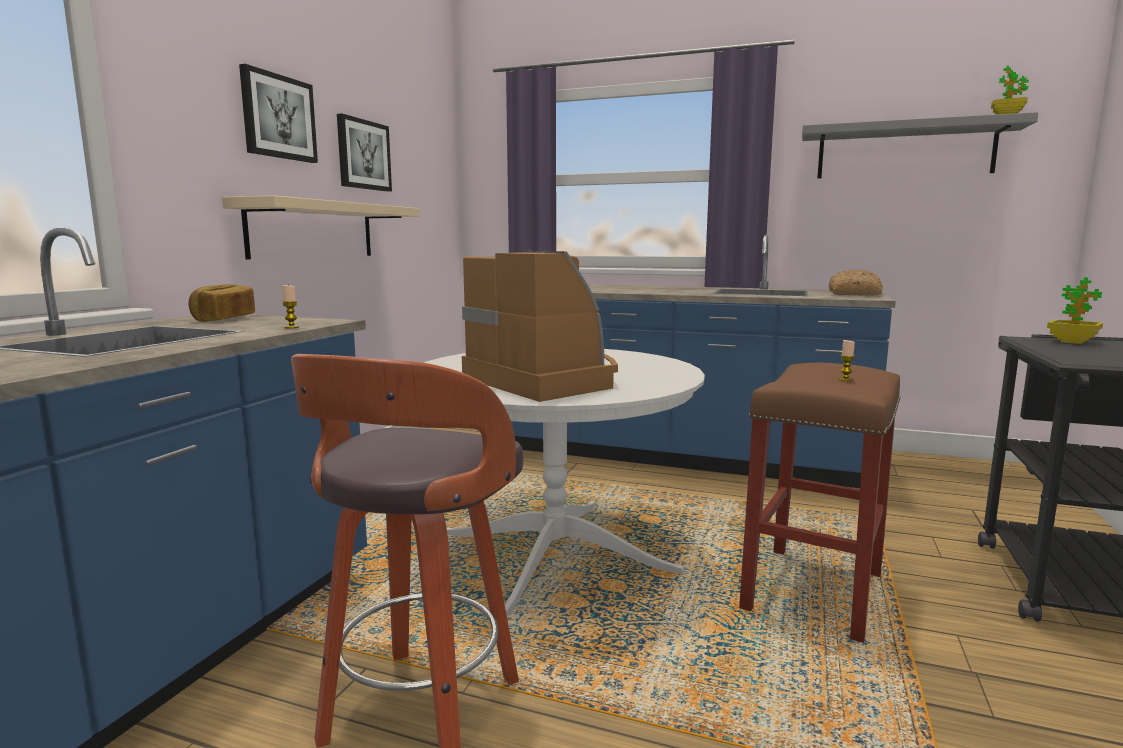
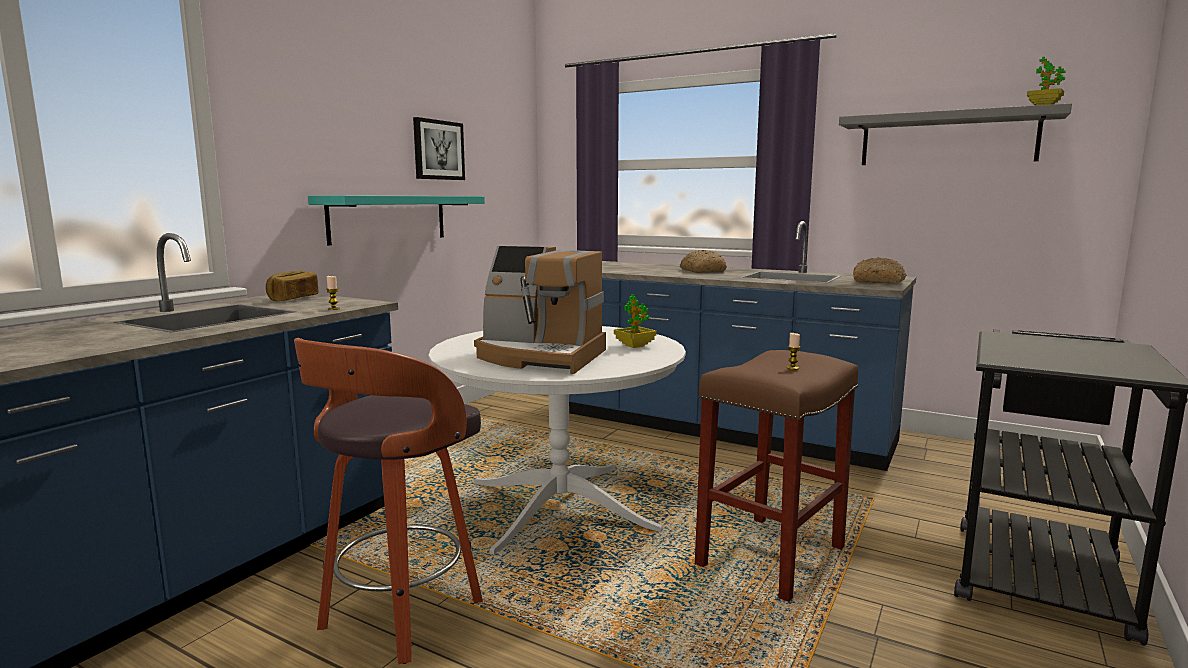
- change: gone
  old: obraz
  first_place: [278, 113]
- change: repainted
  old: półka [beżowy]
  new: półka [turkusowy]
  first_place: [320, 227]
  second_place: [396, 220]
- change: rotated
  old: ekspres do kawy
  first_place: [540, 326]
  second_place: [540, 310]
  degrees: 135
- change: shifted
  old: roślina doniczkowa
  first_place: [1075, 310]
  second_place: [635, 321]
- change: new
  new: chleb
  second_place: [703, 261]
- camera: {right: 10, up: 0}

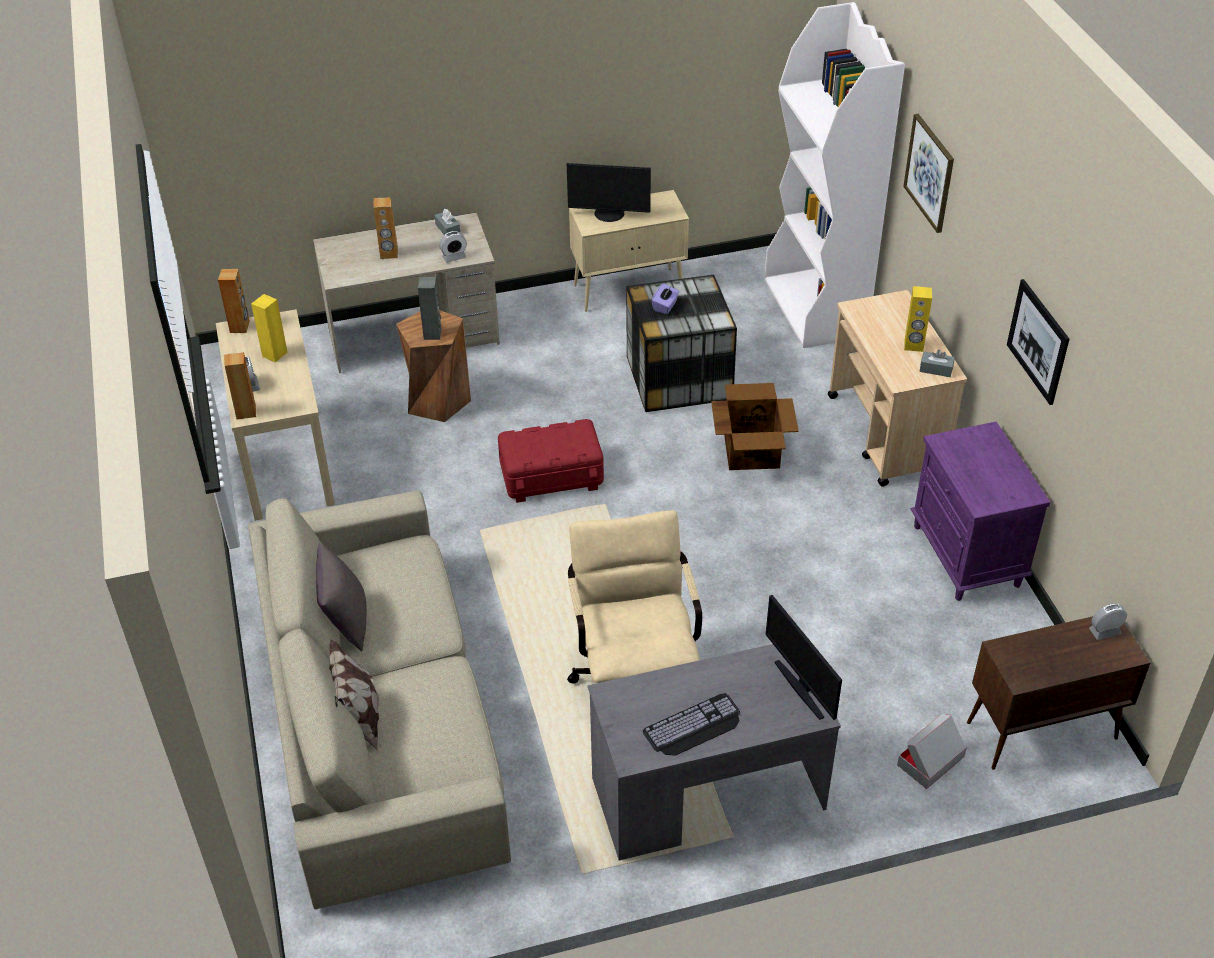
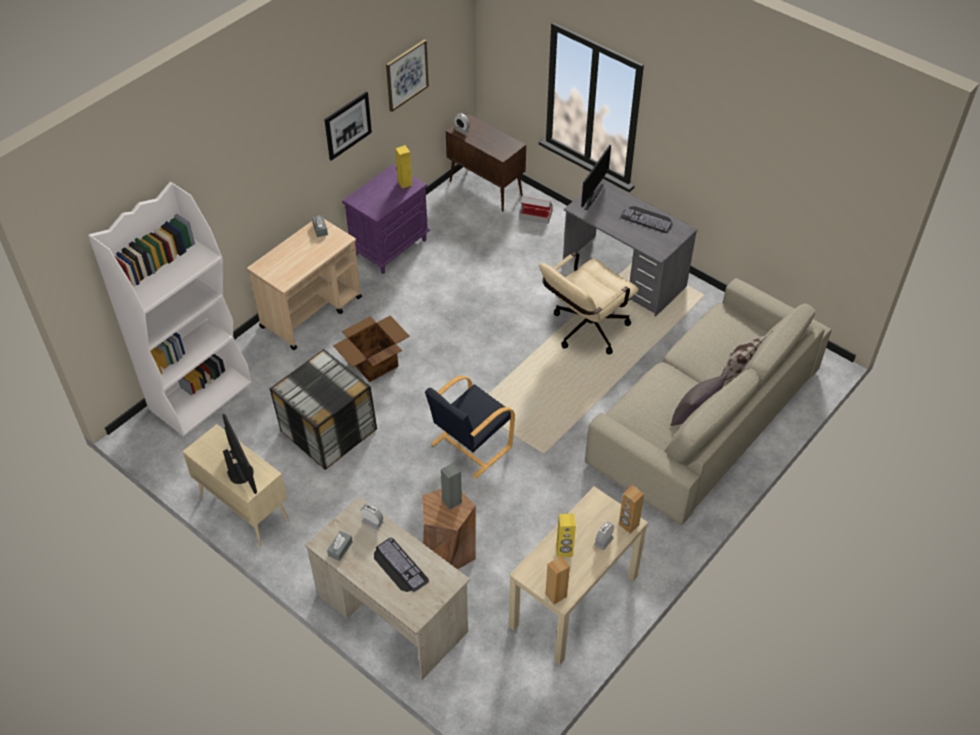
- change: shifted
  old: obraz
  first_place: [928, 173]
  second_place: [407, 75]
- change: swapped
  old: głośnik [brązowy]
  new: klawiatura
  first_place: [385, 228]
  second_place: [401, 565]
- change: gone
  old: pudełko chusteczek [fioletowy]
  first_place: [666, 298]
- change: shifted
  old: głośnik [żółty]
  first_place: [918, 319]
  second_place: [403, 167]
- change: swapped
  old: pojemnik do przechowywania [czerwony]
  new: fotel [czarny]
  first_place: [551, 461]
  second_place: [470, 427]
- camera: {right: -125, up: 5}

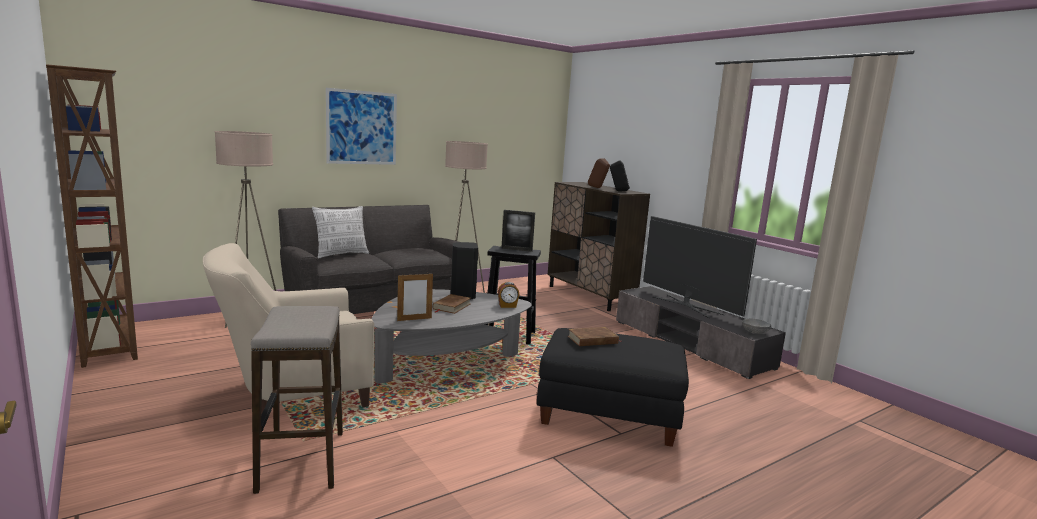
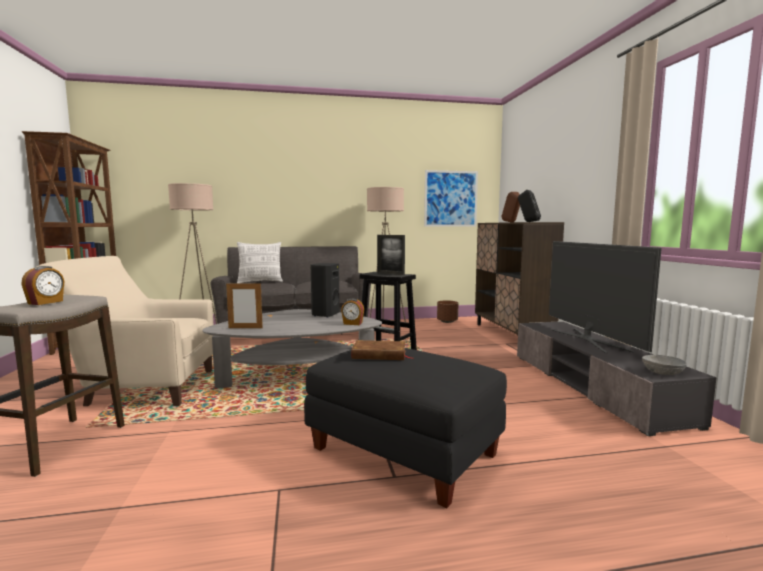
- change: shifted
  old: obraz
  first_place: [361, 126]
  second_place: [451, 198]
- change: gone
  old: książka [brązowy]
  first_place: [452, 304]
- change: new
  new: budzik
  second_place: [43, 285]
- change: new
  new: donica [brązowy]
  second_place: [448, 311]
- camera: {right: 25, up: -5}

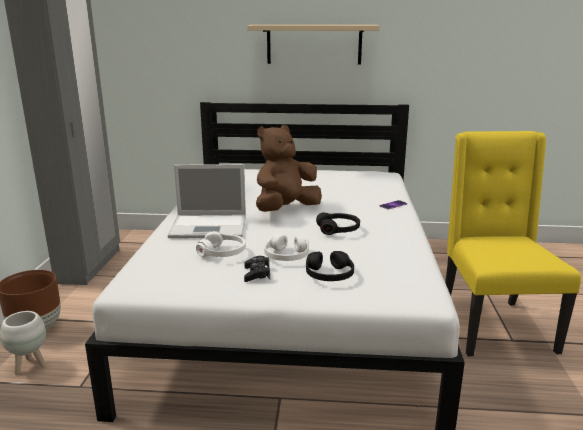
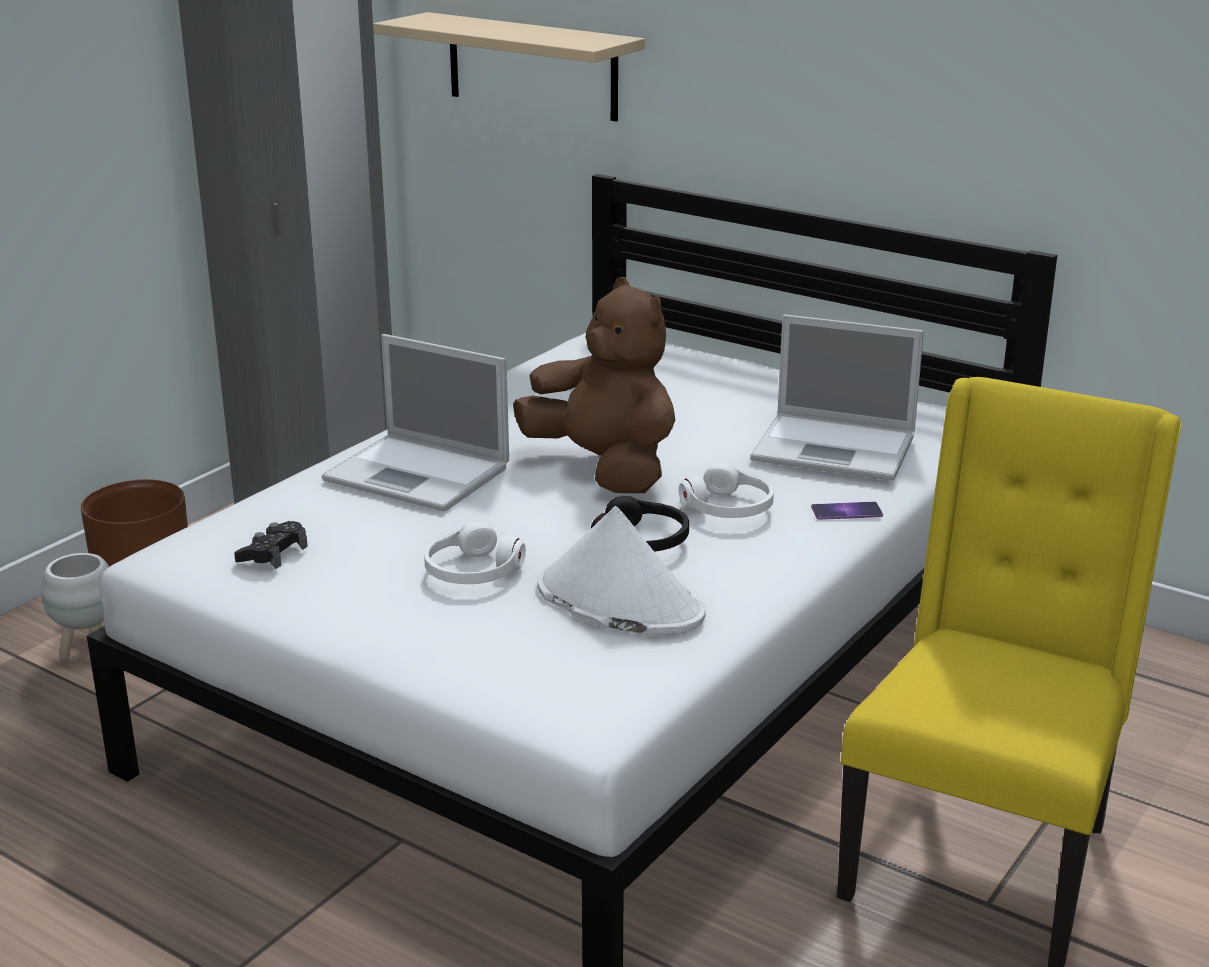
- change: shifted
  old: półka [beżowy]
  first_place: [313, 44]
  second_place: [509, 67]
- change: rotated
  old: pluszak [brązowy]
  first_place: [289, 168]
  second_place: [594, 385]
  degrees: 60
- change: shifted
  old: słuchawki [biały]
  first_place: [221, 244]
  second_place: [726, 490]
- change: gone
  old: słuchawki [czarny]
  first_place: [330, 266]
- change: shifted
  old: pad do gier [czarny]
  first_place: [257, 269]
  second_place: [271, 545]
- change: new
  new: laptop
  second_place: [837, 397]
- change: new
  new: kapelusz [biały]
  second_place: [621, 570]
- camera: {right: 30, up: 5}

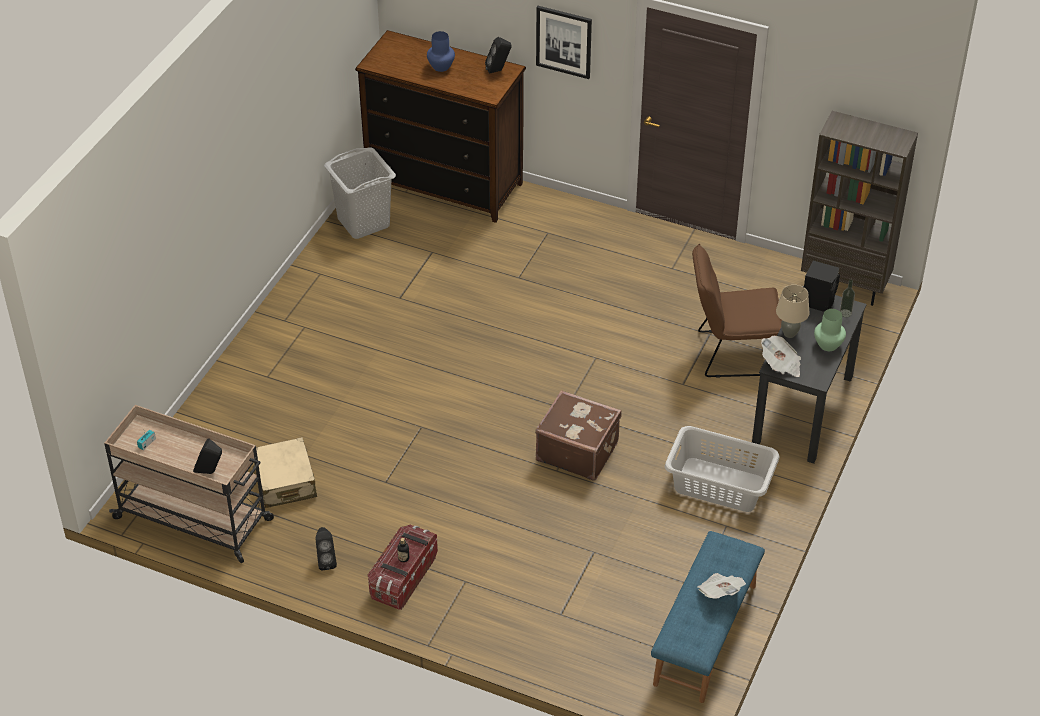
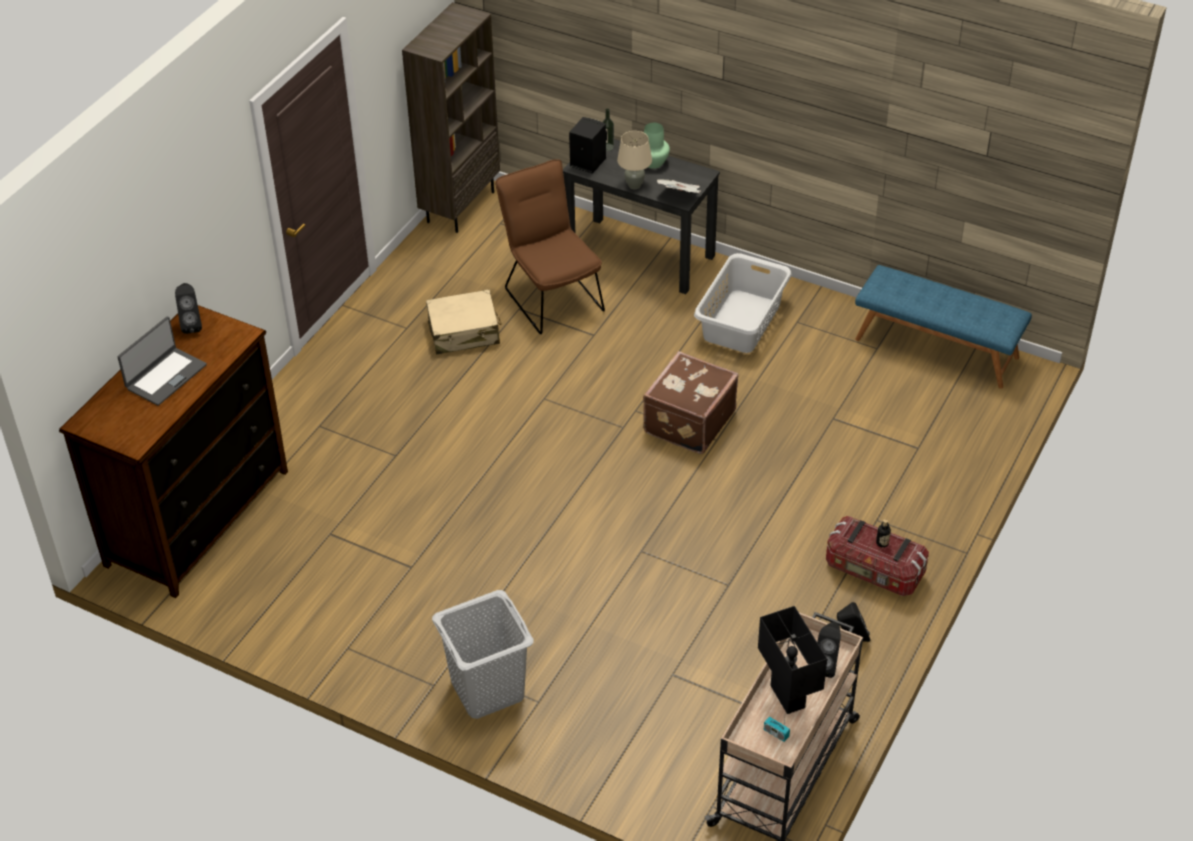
- change: gone
  old: obraz
  first_place: [564, 42]
- change: swapped
  old: wazon [niebieski]
  new: laptop
  first_place: [441, 51]
  second_place: [162, 361]
- change: shifted
  old: kosz na pranie [szary]
  first_place: [360, 193]
  second_place: [482, 654]
- change: rotated
  old: krzesło [brązowy]
  first_place: [737, 311]
  second_place: [550, 246]
  degrees: 150
- change: shifted
  old: walizka [beżowy]
  first_place: [285, 472]
  second_place: [464, 321]
- change: gone
  old: gazeta
  first_place: [721, 586]
- change: new
  new: lampa stołowa [czarny]
  second_place: [792, 660]
- camera: {right: -85, up: 0}

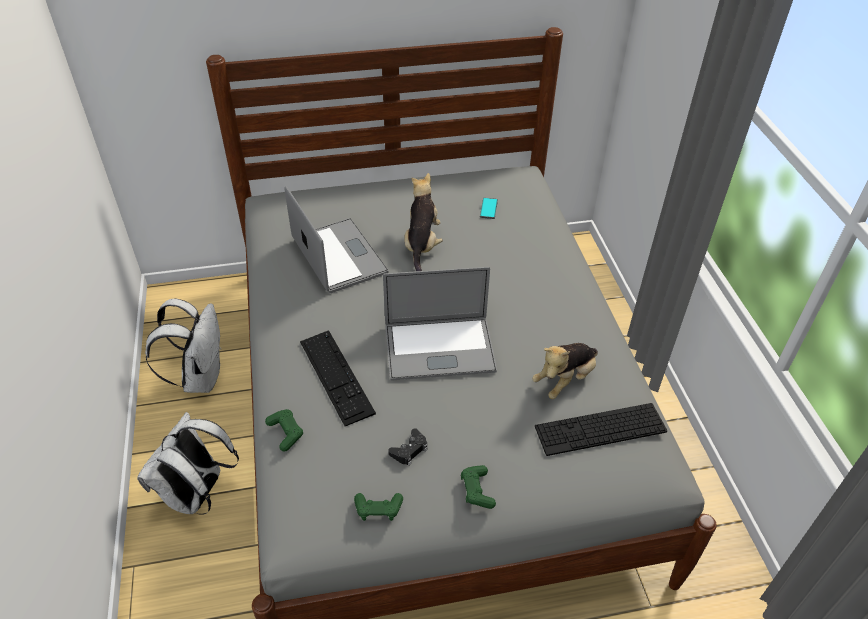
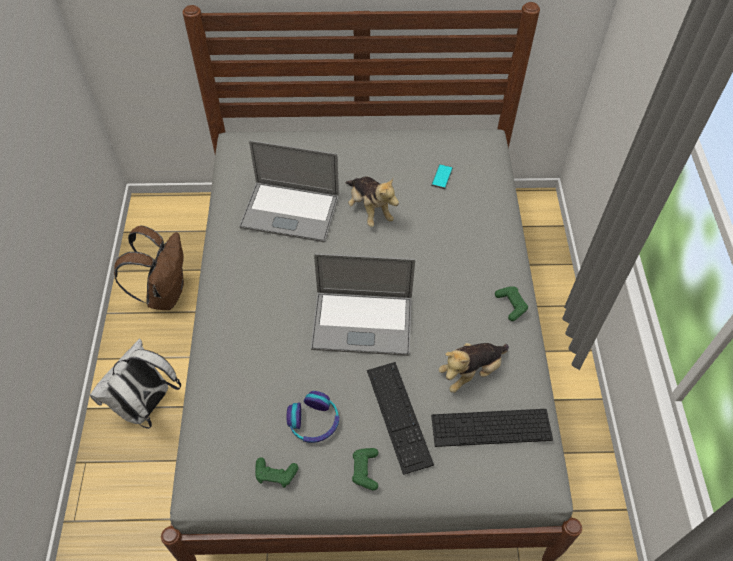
- change: rotated
  old: pluszak
  first_place: [423, 222]
  second_place: [372, 202]
  degrees: 135
- change: rotated
  old: laptop
  first_place: [336, 239]
  second_place: [289, 191]
  degrees: 120
- change: repainted
  old: plecak [biały]
  new: plecak [brązowy]
  first_place: [183, 345]
  second_place: [149, 267]
- change: shifted
  old: klawiatura
  first_place: [338, 378]
  second_place: [400, 418]
- change: shifted
  old: pad do gier [zielony]
  first_place: [284, 430]
  second_place: [511, 303]
- change: swapped
  old: pad do gier [czarny]
  new: słuchawki
  first_place: [408, 447]
  second_place: [313, 417]
- camera: {right: 10, up: 10}

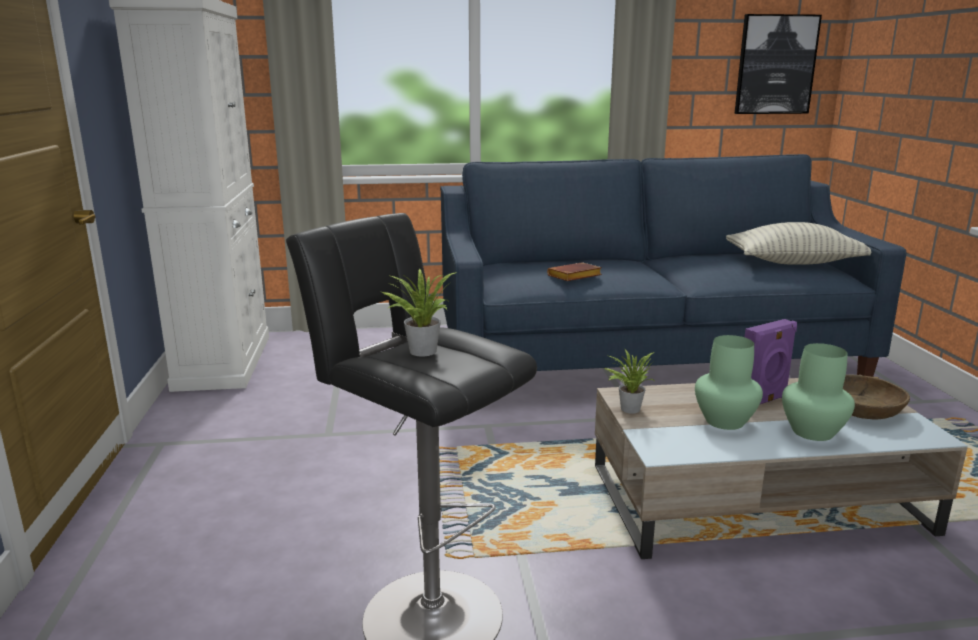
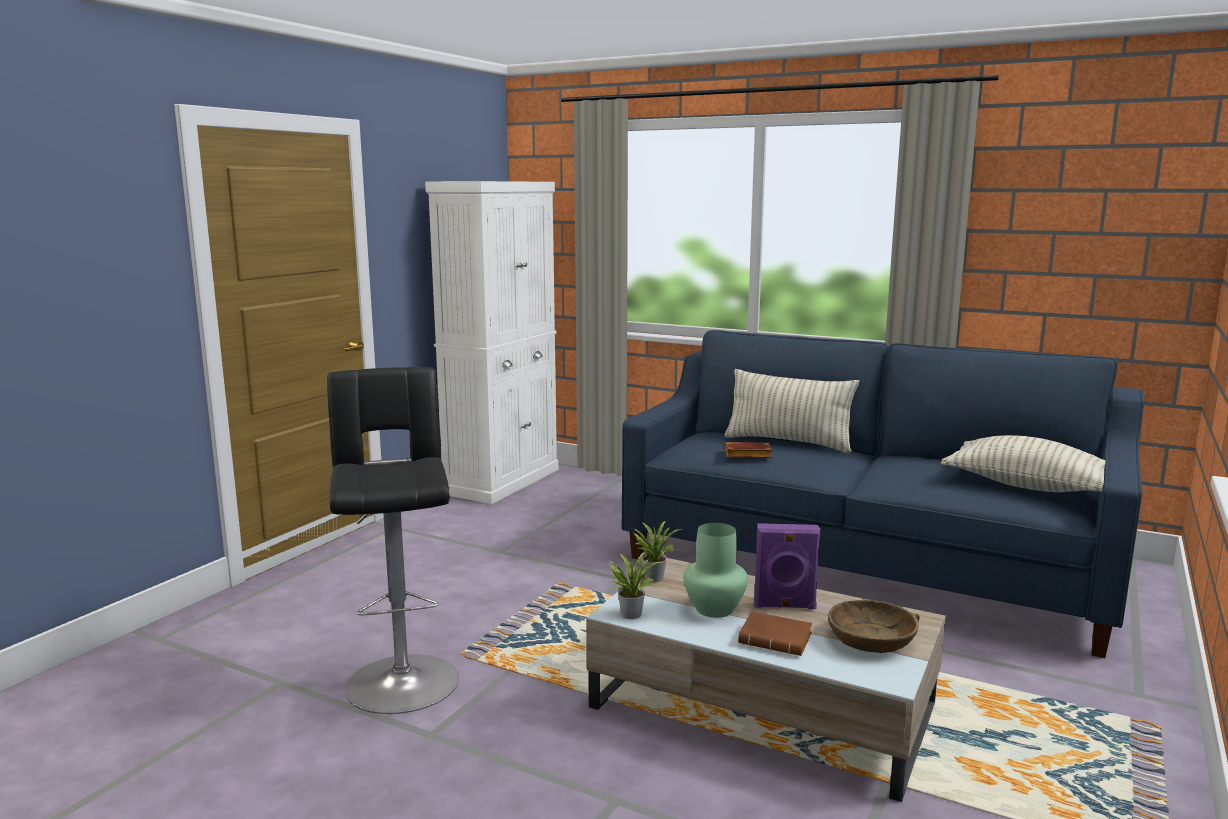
- change: gone
  old: obraz
  first_place: [778, 64]
- change: shifted
  old: roślina doniczkowa
  first_place: [419, 313]
  second_place: [635, 585]
- change: swapped
  old: wazon [zielony]
  new: książka [brązowy]
  first_place: [818, 392]
  second_place: [775, 633]
- change: new
  new: poduszka
  second_place: [792, 411]
- camera: {right: 35, up: -5}

